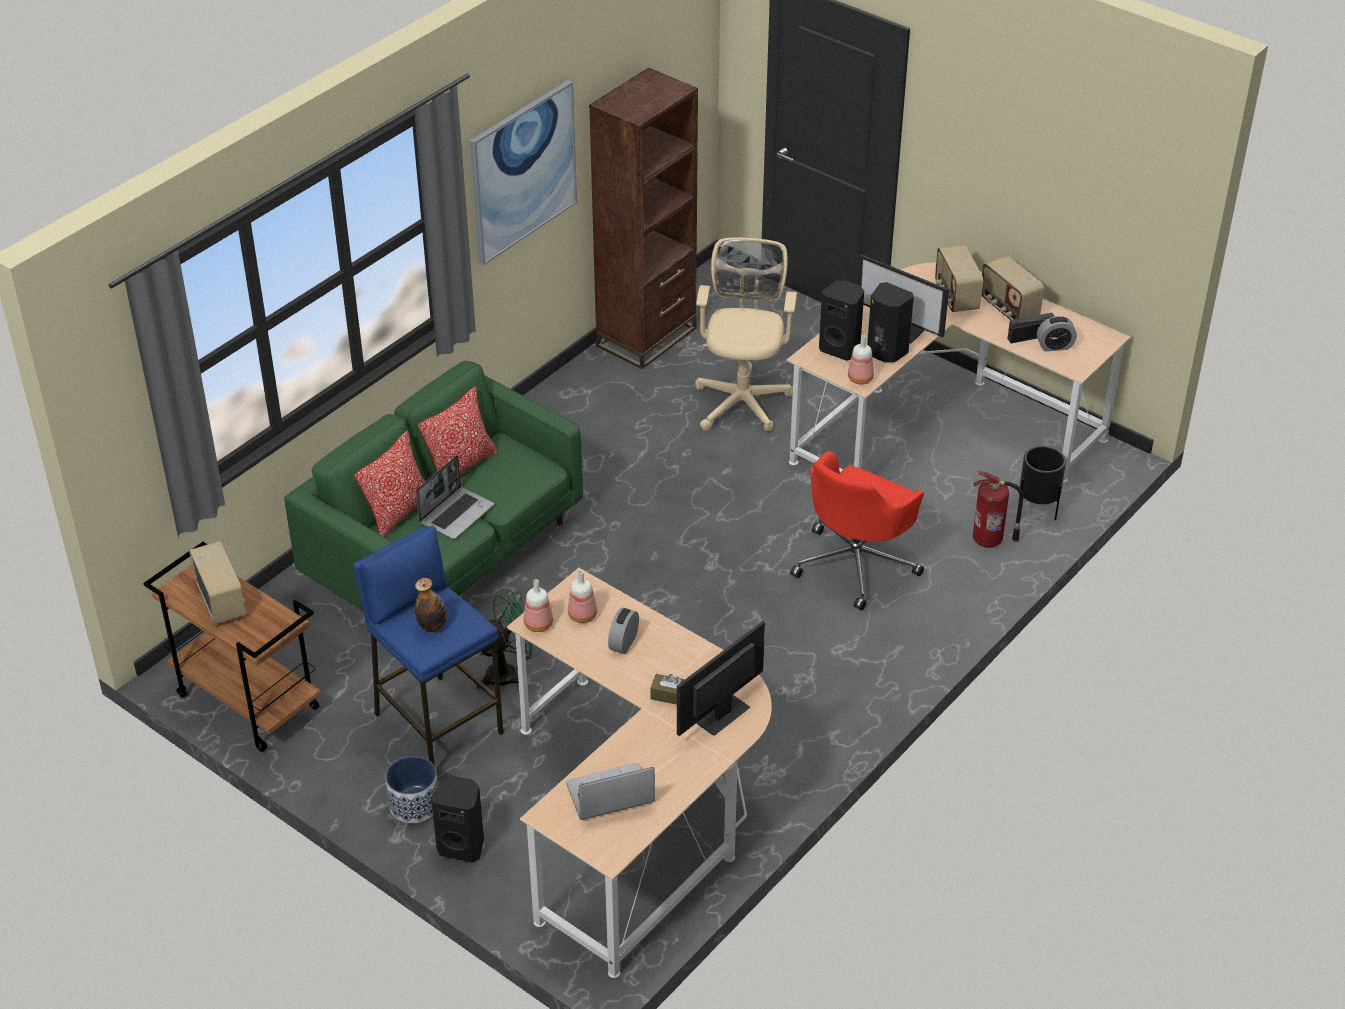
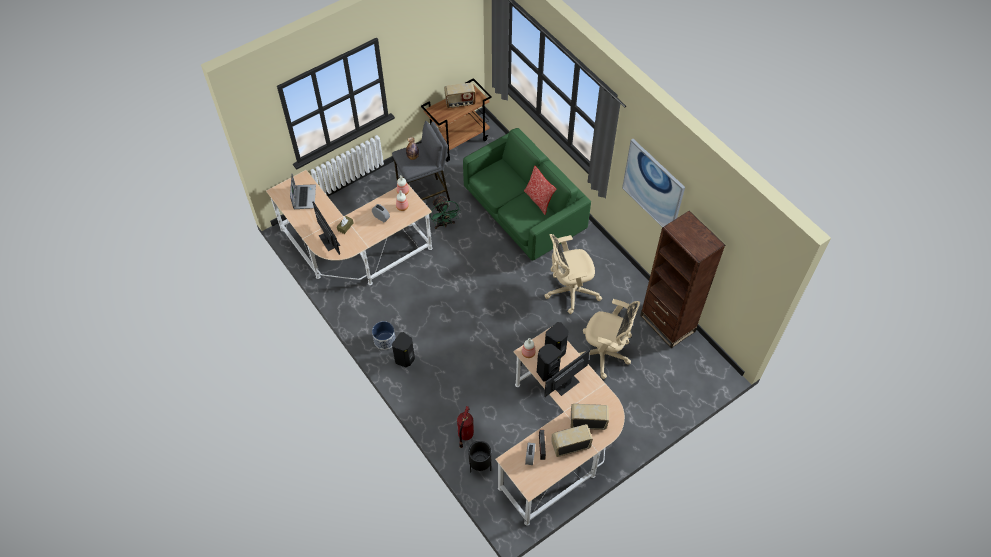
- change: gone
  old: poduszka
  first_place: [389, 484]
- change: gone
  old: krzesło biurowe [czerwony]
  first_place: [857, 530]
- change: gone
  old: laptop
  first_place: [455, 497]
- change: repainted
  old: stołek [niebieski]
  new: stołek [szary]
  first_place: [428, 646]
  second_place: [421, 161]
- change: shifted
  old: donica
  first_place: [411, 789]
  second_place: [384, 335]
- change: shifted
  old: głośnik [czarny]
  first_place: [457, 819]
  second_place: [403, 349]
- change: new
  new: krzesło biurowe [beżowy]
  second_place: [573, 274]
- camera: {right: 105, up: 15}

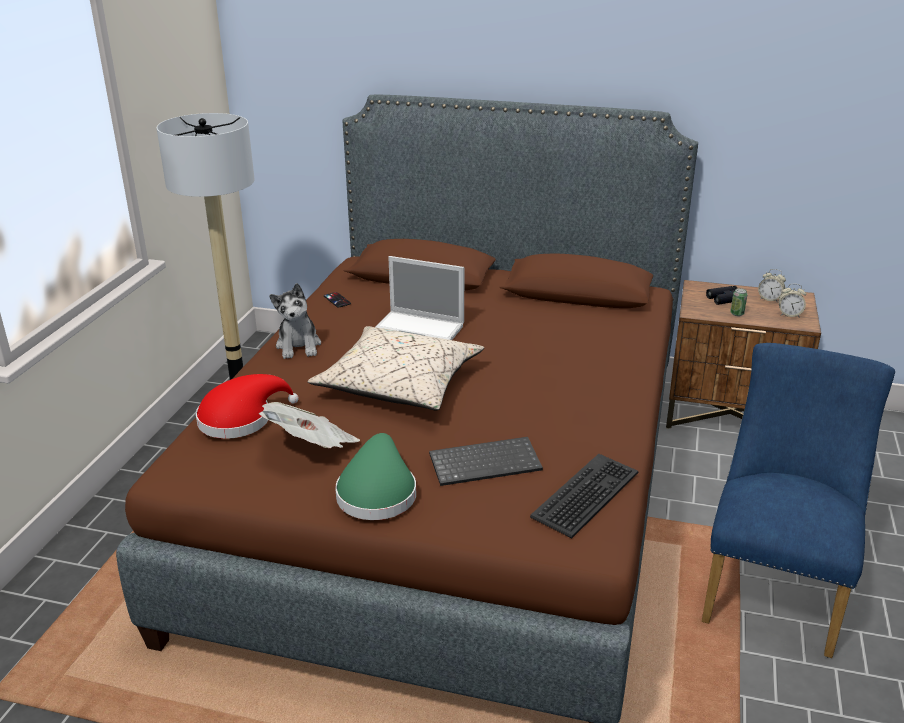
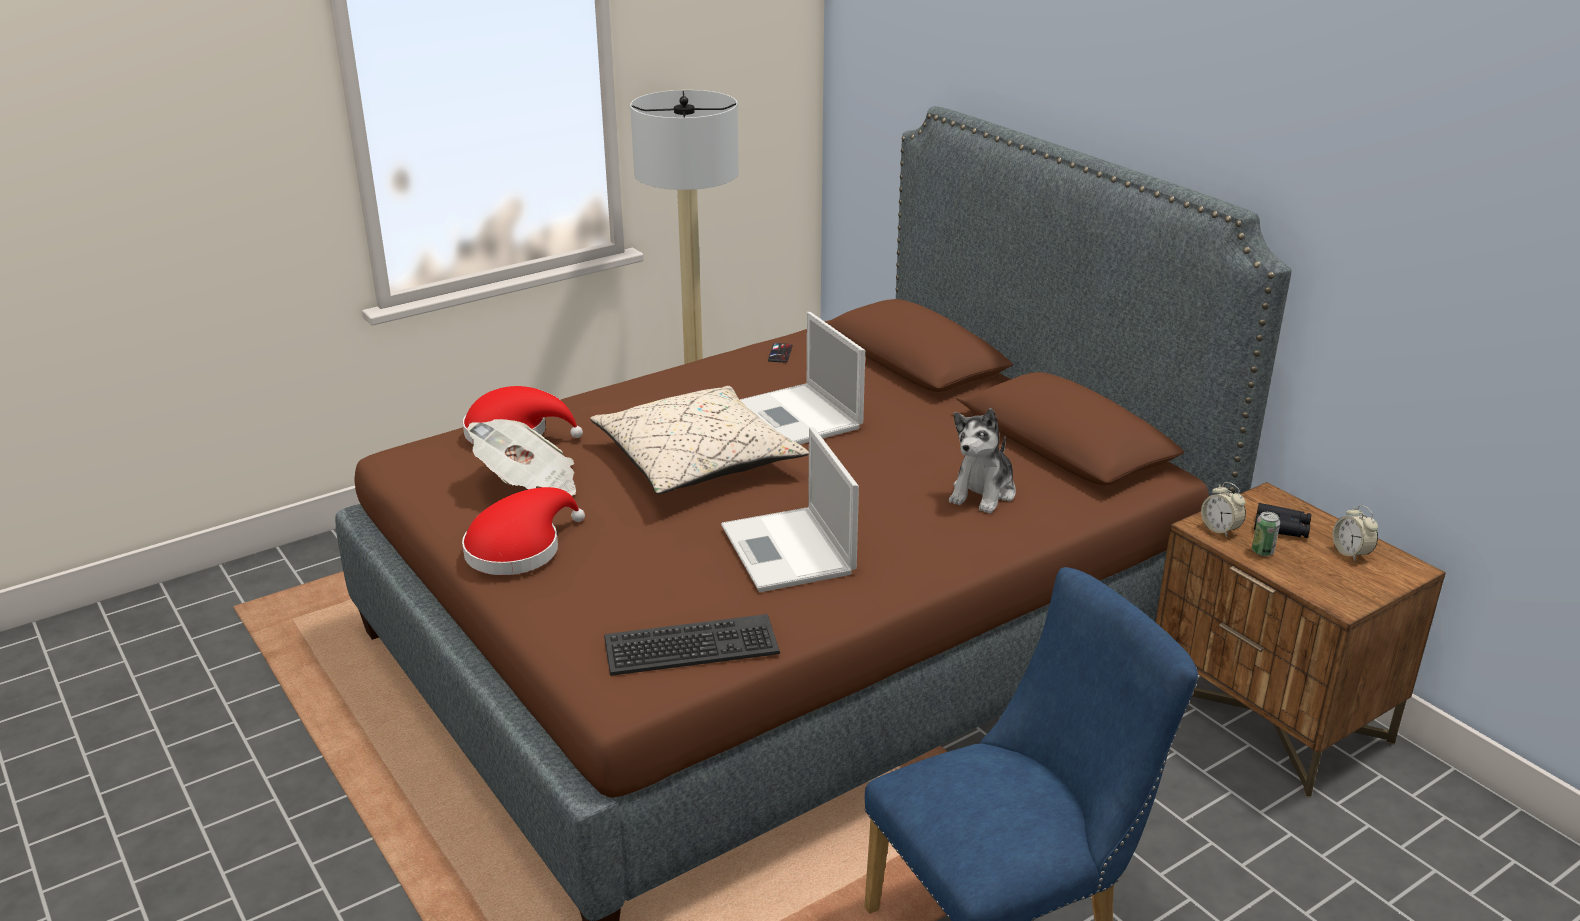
- change: shifted
  old: pluszak
  first_place: [295, 321]
  second_place: [982, 461]
- change: shifted
  old: budzik
  first_place: [792, 300]
  second_place: [1223, 509]
- change: repainted
  old: kapelusz [zielony]
  new: kapelusz [czerwony]
  first_place: [375, 476]
  second_place: [523, 531]
- change: gone
  old: klawiatura
  first_place: [486, 461]
- change: new
  new: laptop
  second_place: [790, 509]
- camera: {right: 40, up: 0}

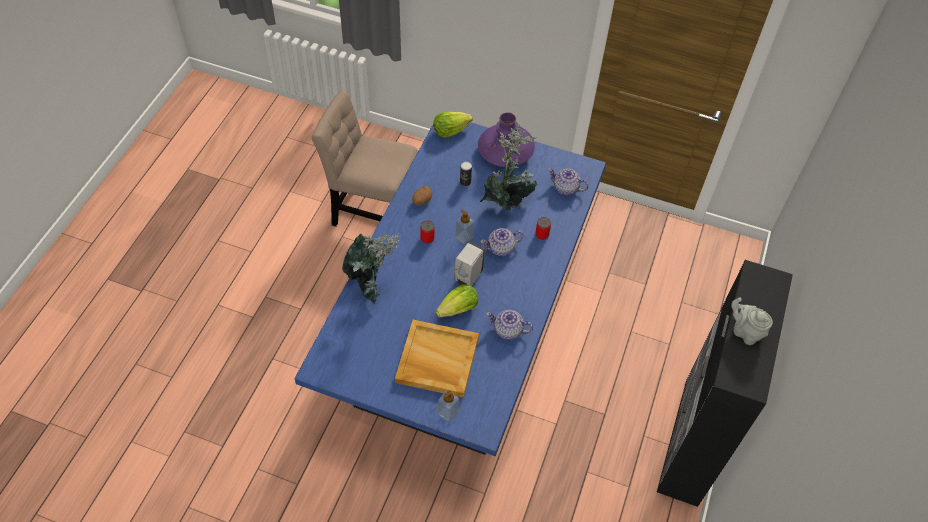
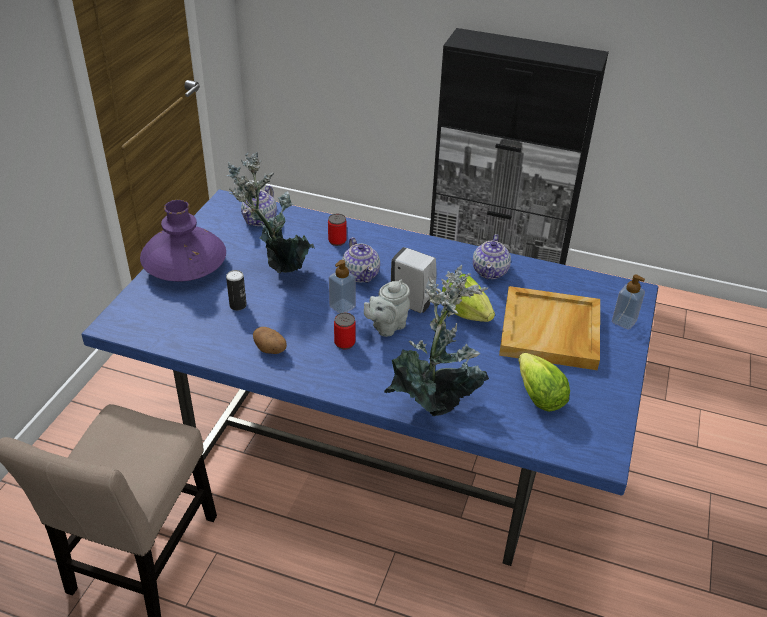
- change: shifted
  old: sałata
  first_place: [452, 125]
  second_place: [544, 382]
- change: shifted
  old: imbryk [szary]
  first_place: [752, 321]
  second_place: [387, 308]
- camera: {right: -90, up: -15}

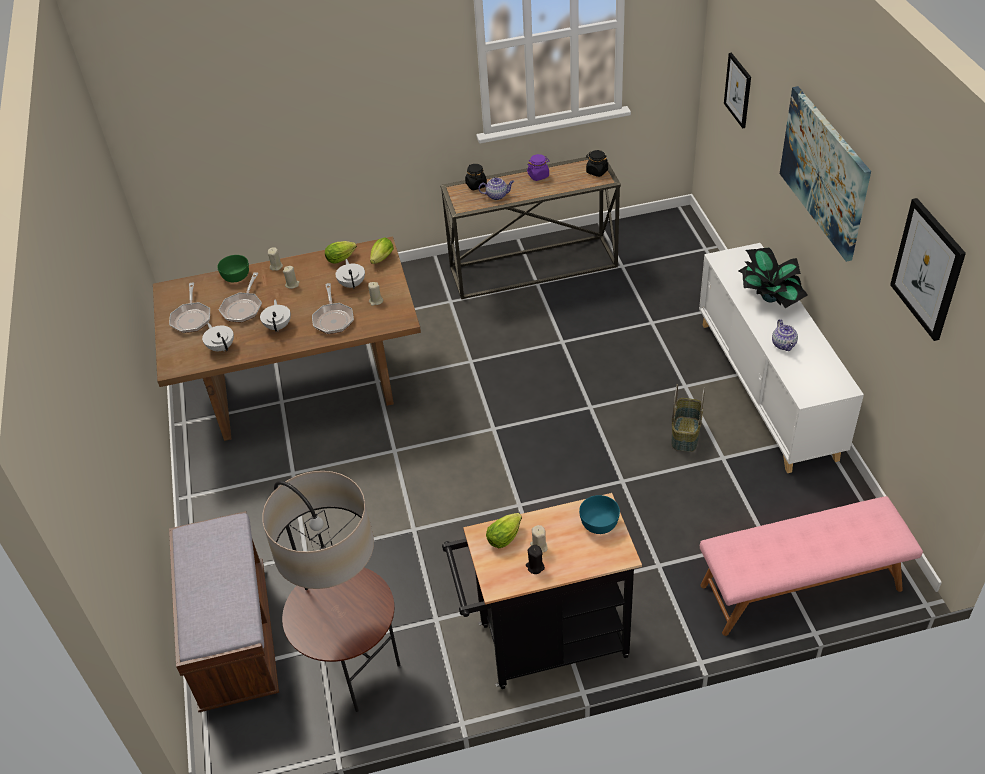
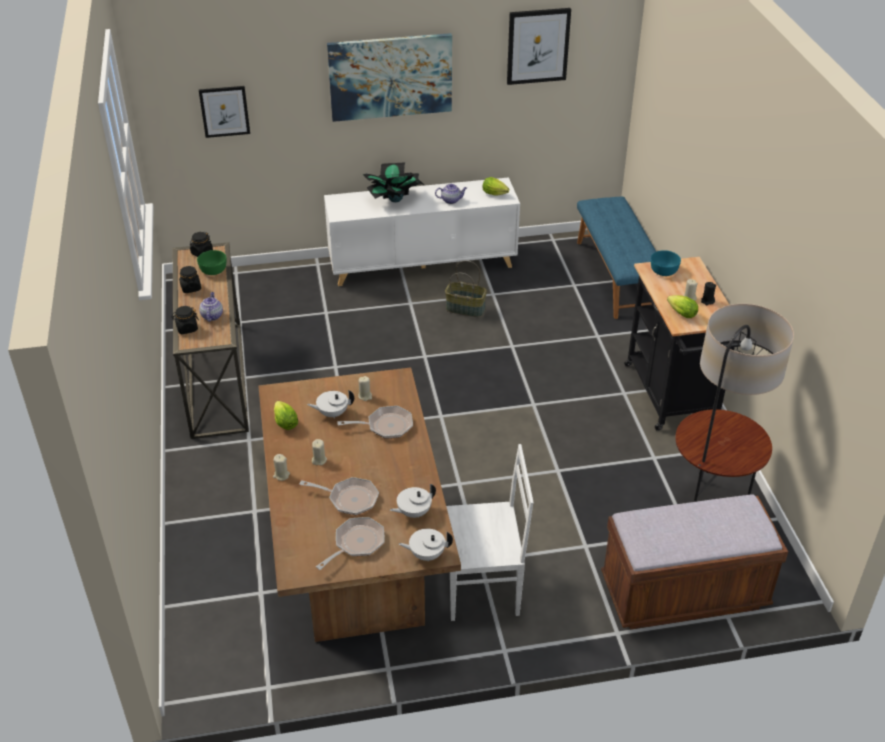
- change: repainted
  old: słoik [fioletowy]
  new: słoik [czarny]
  first_place: [538, 167]
  second_place: [190, 279]
- change: shifted
  old: sałata
  first_place: [382, 251]
  second_place: [495, 186]
- change: shifted
  old: miska [zielony]
  first_place: [233, 268]
  second_place: [212, 262]
- change: rotated
  old: patelnia
  first_place: [189, 308]
  second_place: [350, 543]
  degrees: -45
- change: shifted
  old: imbryk [biały]
  first_place: [275, 315]
  second_place: [426, 545]
- change: repainted
  old: ławka [różowy]
  new: ławka [niebieski]
  first_place: [811, 566]
  second_place: [616, 257]
- change: new
  new: krzesło [biały]
  second_place: [490, 532]
- camera: {right: -90, up: -5}

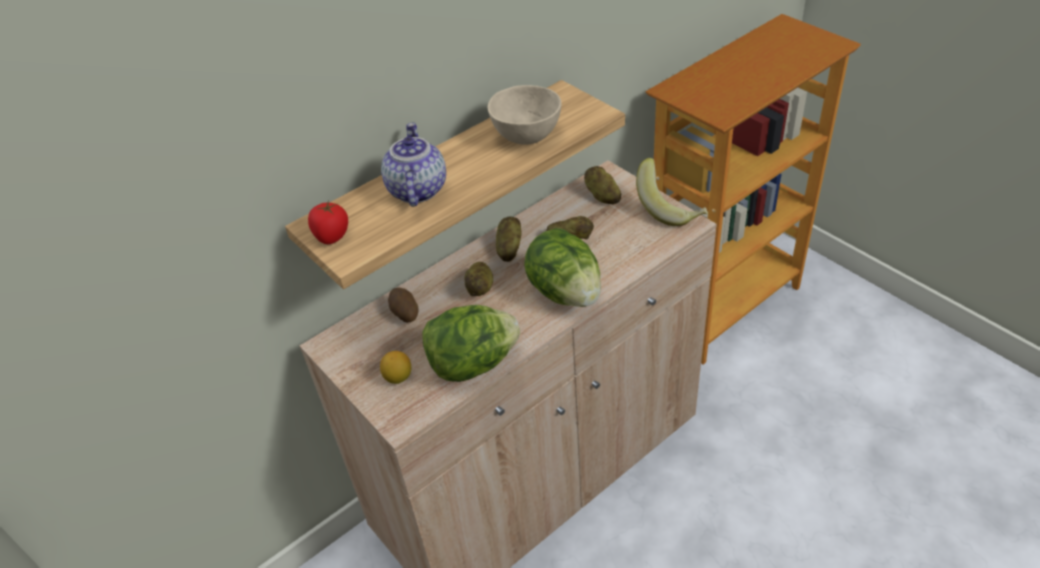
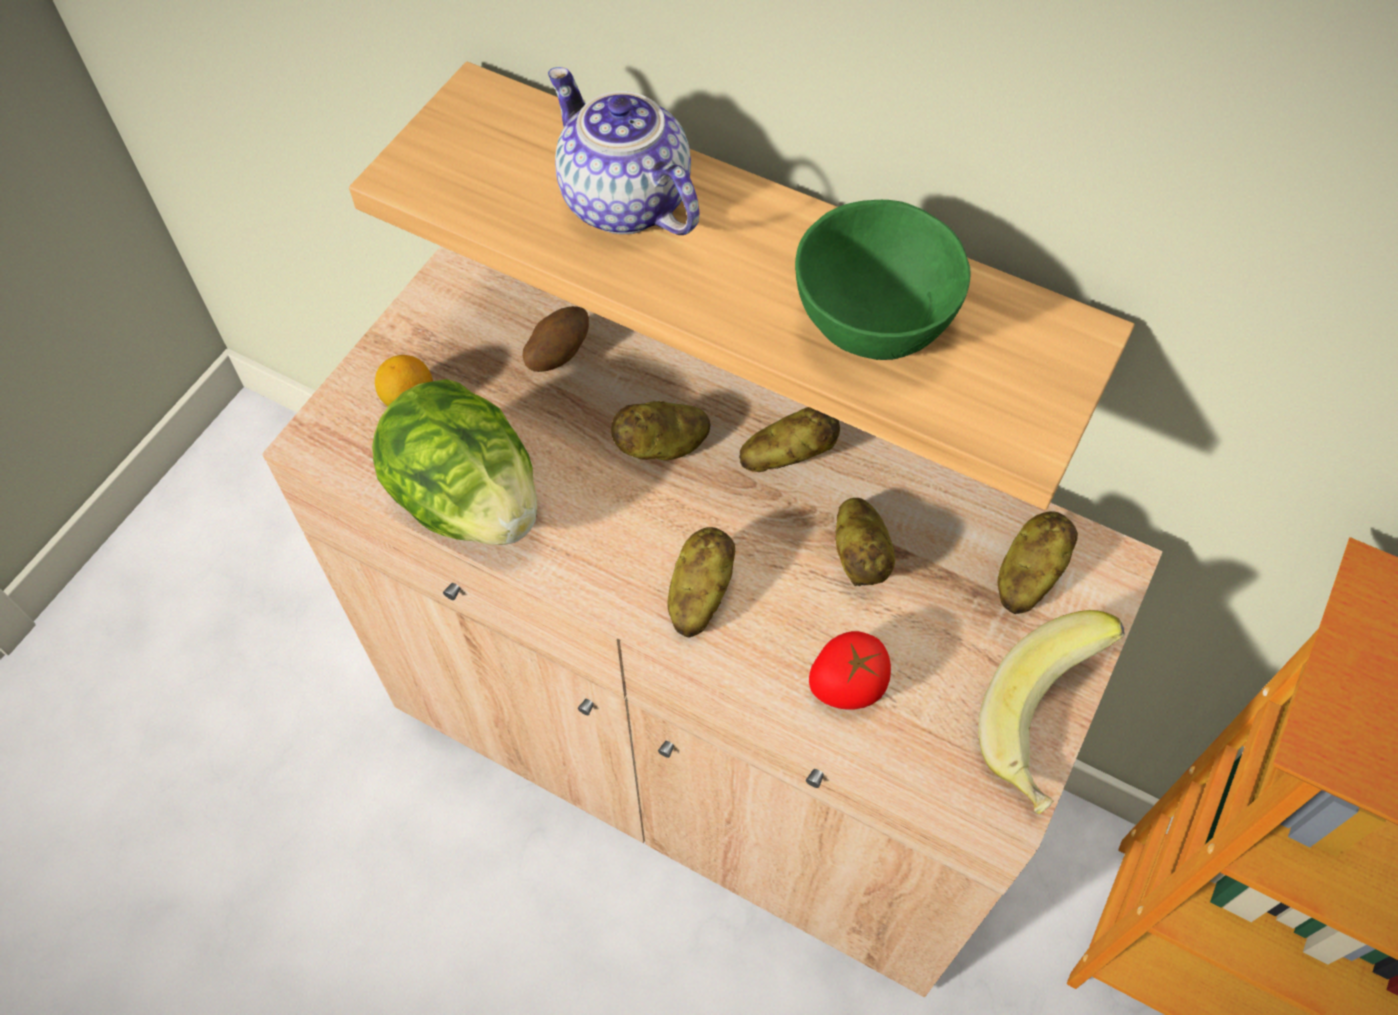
- change: repainted
  old: miska [beżowy]
  new: miska [zielony]
  first_place: [524, 115]
  second_place: [883, 280]
- change: rotated
  old: imbryk
  first_place: [413, 165]
  second_place: [623, 151]
  degrees: -105
- change: shifted
  old: pomidor
  first_place: [328, 222]
  second_place: [850, 670]
- change: swapped
  old: sałata
  new: ziemniak
  first_place: [562, 267]
  second_place: [701, 582]
- camera: {right: 65, up: 15}

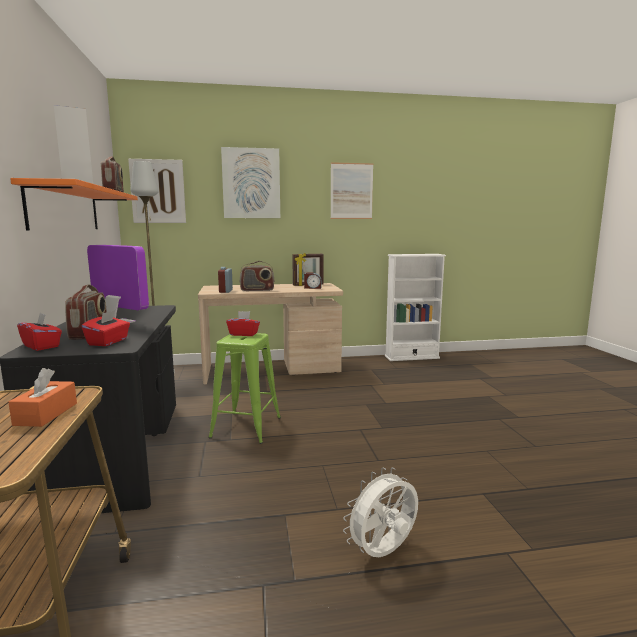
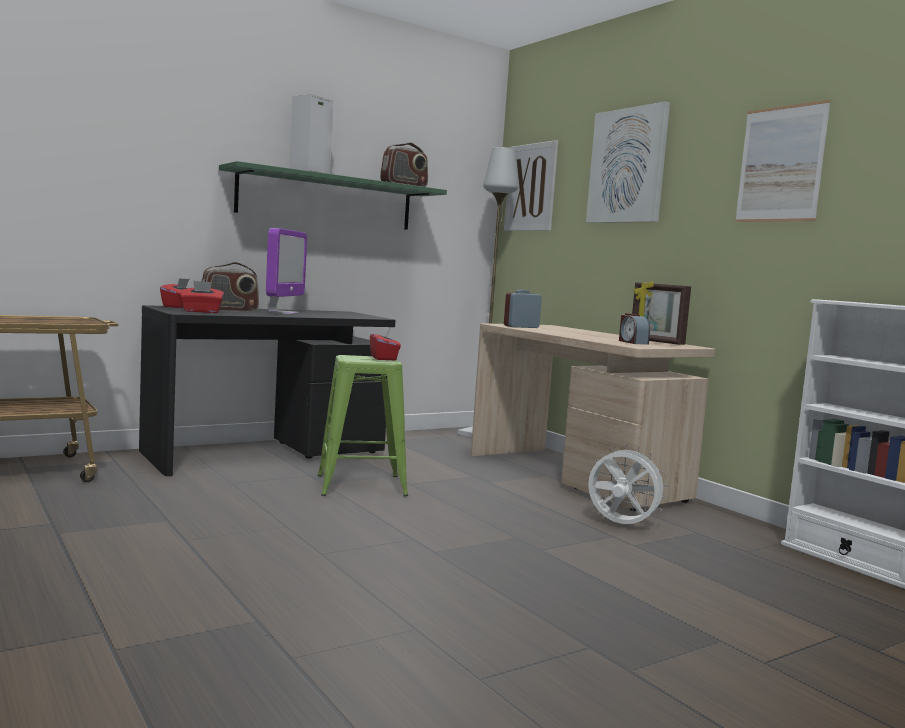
- change: repainted
  old: półka [pomarańczowy]
  new: półka [zielony]
  first_place: [74, 204]
  second_place: [333, 195]
- change: gone
  old: radio
  first_place: [257, 276]
- change: gone
  old: pudełko chusteczek [pomarańczowy]
  first_place: [42, 397]
- change: shifted
  old: wentylator [biały]
  first_place: [380, 512]
  second_place: [628, 484]
- camera: {right: 65, up: -5}

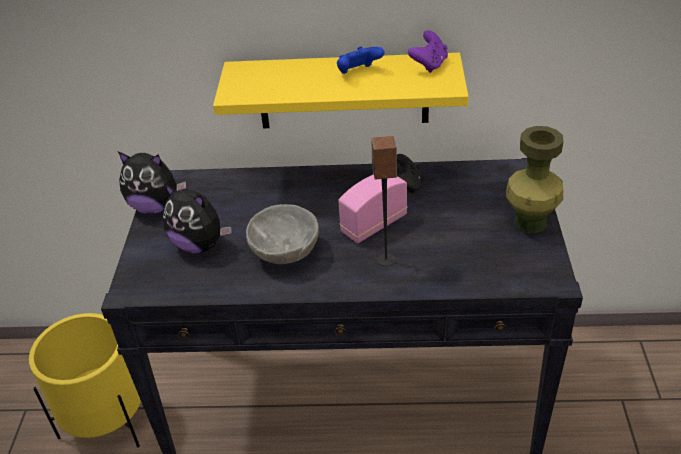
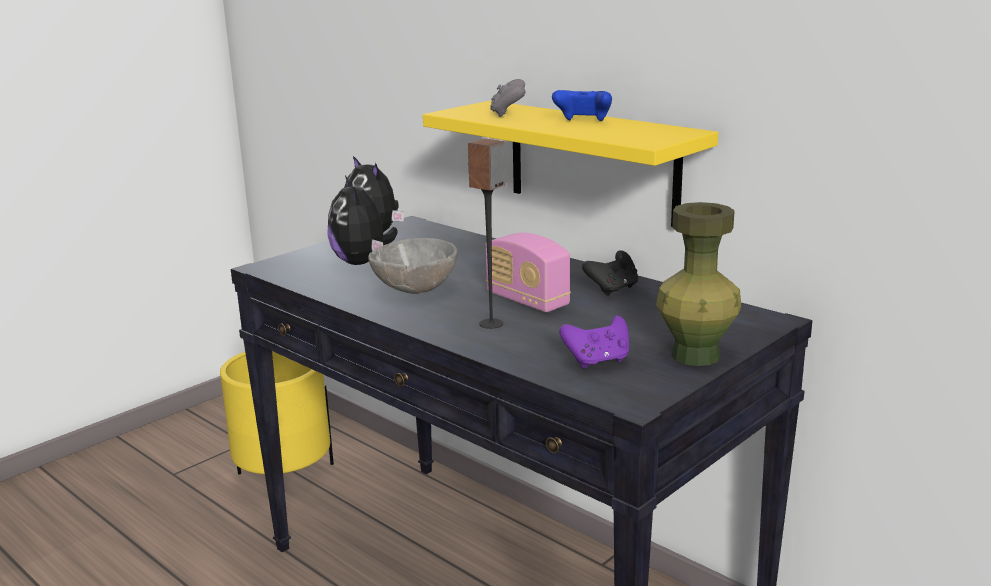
- change: shifted
  old: pad do gier [fioletowy]
  first_place: [428, 51]
  second_place: [594, 342]
- change: rotated
  old: radio
  first_place: [373, 208]
  second_place: [528, 272]
  degrees: -135
- change: new
  new: pad do gier [szary]
  second_place: [508, 98]
- camera: {right: 40, up: -20}

